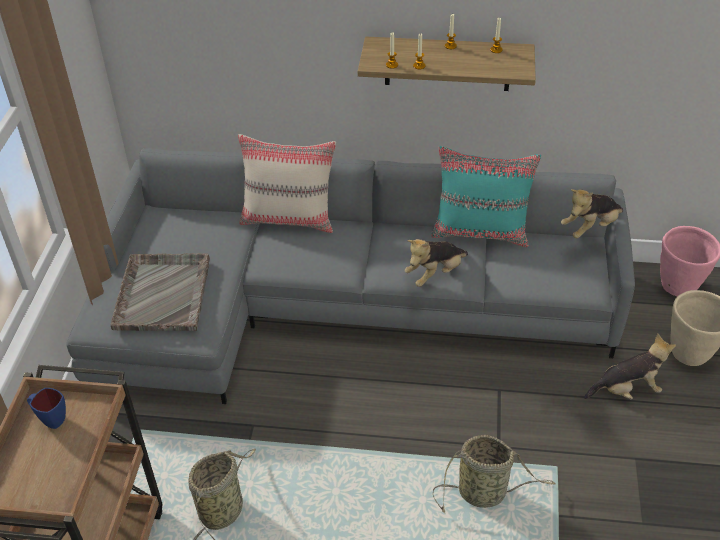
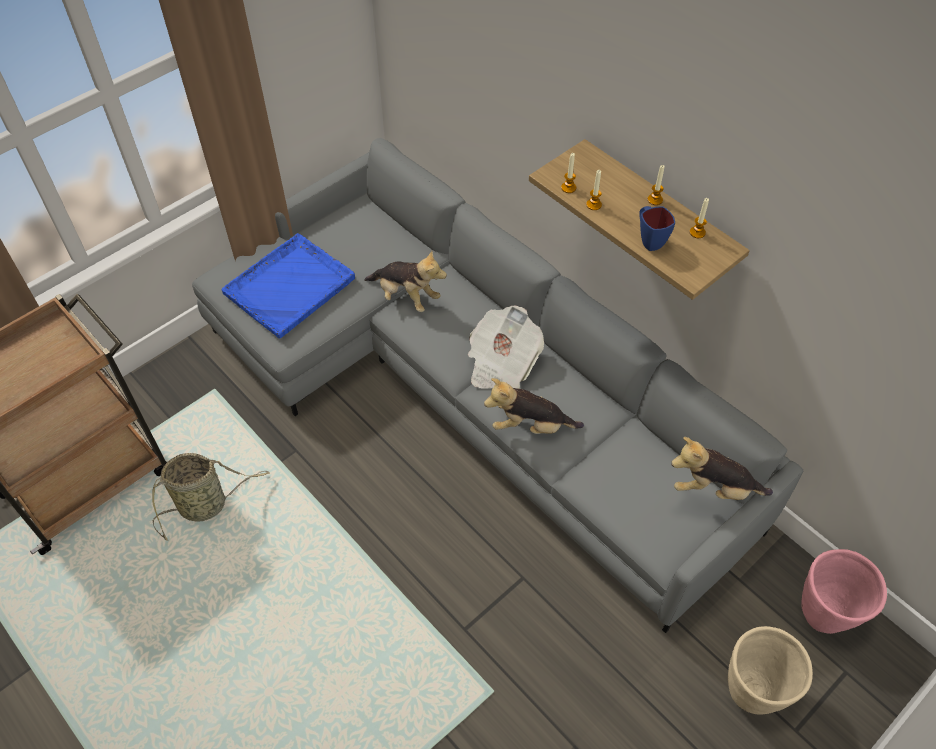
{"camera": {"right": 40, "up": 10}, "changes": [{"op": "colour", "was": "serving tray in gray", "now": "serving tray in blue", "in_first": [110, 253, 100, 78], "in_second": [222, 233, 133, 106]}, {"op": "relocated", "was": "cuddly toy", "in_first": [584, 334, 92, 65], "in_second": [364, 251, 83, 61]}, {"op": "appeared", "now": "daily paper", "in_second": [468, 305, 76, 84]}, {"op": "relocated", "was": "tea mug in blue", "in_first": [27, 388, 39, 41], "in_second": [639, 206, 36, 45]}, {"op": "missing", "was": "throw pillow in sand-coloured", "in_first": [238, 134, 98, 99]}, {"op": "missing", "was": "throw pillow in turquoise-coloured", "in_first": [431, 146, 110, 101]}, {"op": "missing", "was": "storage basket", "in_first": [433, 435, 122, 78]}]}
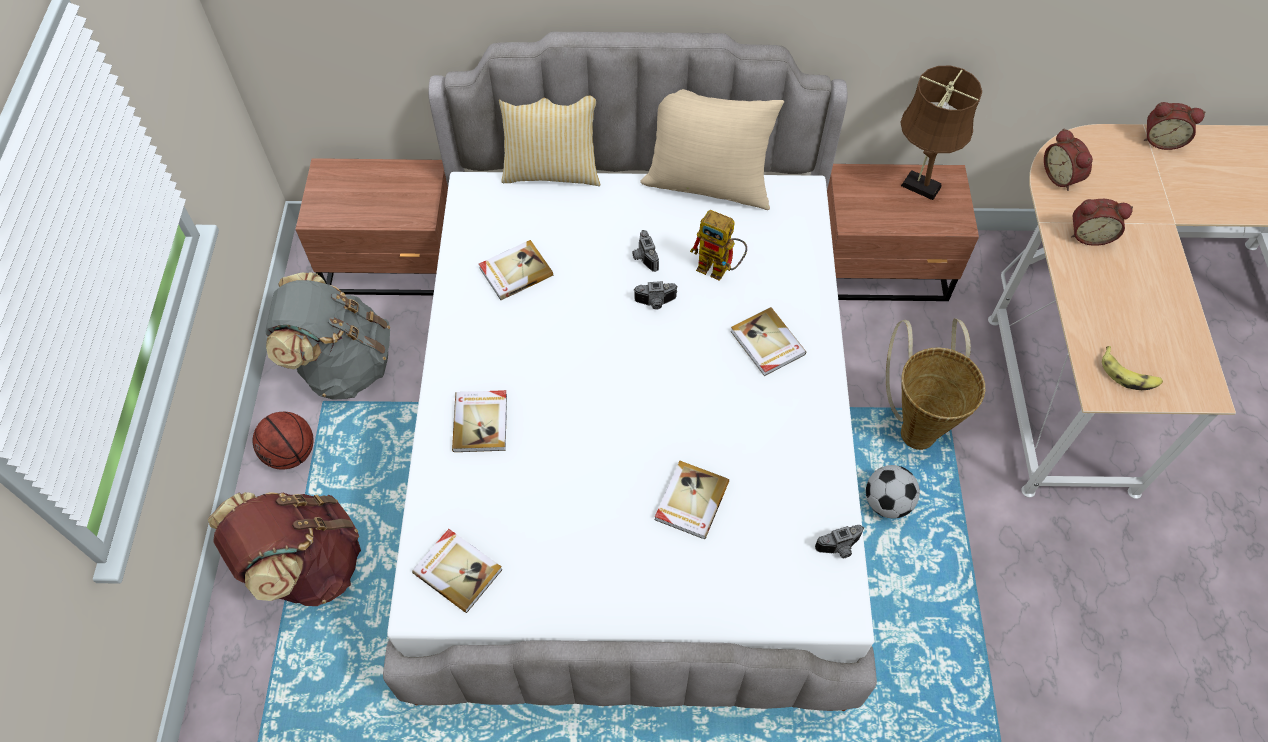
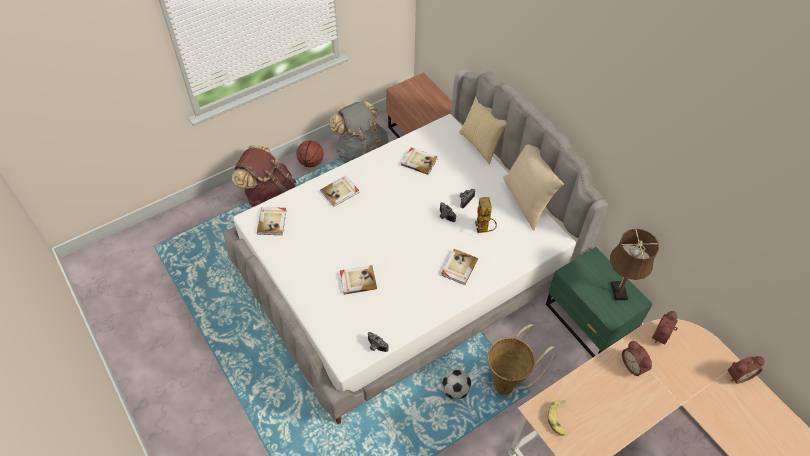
{"camera": {"right": 55, "up": -5}, "changes": [{"op": "colour", "was": "nightstand in brown-coloured", "now": "nightstand in green-coloured", "in_first": [827, 164, 152, 137], "in_second": [546, 247, 107, 110]}, {"op": "spun", "was": "alarm clock", "in_first": [1143, 102, 62, 48], "in_second": [728, 356, 36, 27], "clockwise": -90}]}
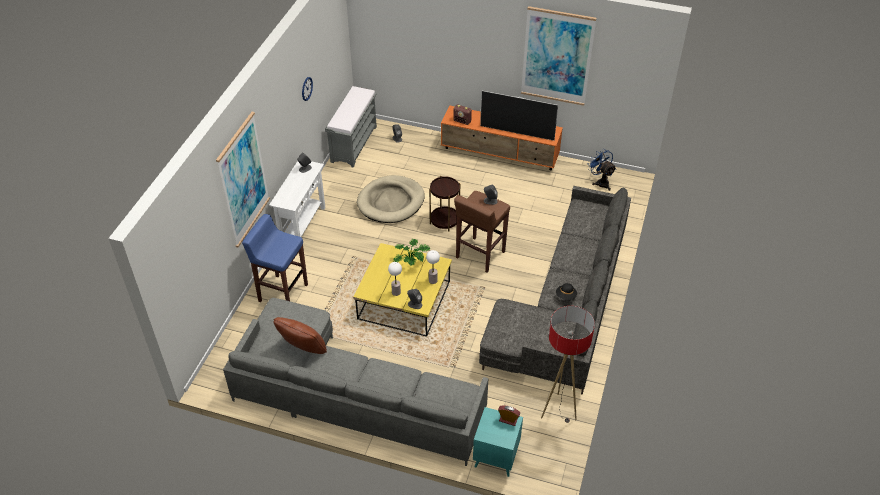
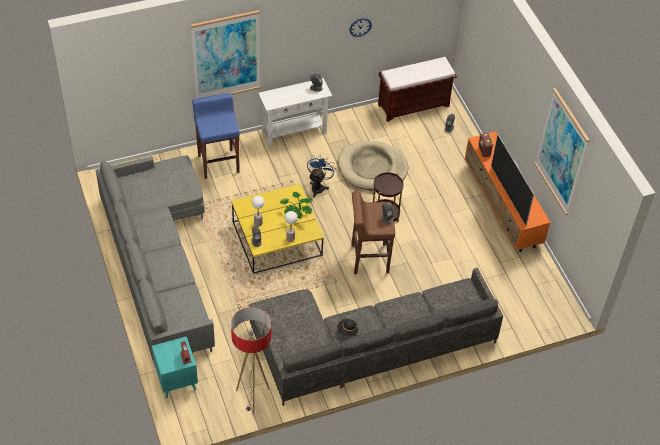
{"camera": {"right": 50, "up": 5}, "changes": [{"op": "relocated", "was": "fan in blue", "in_first": [587, 148, 29, 43], "in_second": [307, 155, 29, 43]}, {"op": "colour", "was": "indoor bench in gray", "now": "indoor bench in brown-coloured", "in_first": [325, 86, 52, 82], "in_second": [378, 57, 79, 65]}, {"op": "missing", "was": "throw pillow in brown-coloured", "in_first": [273, 317, 54, 37]}]}
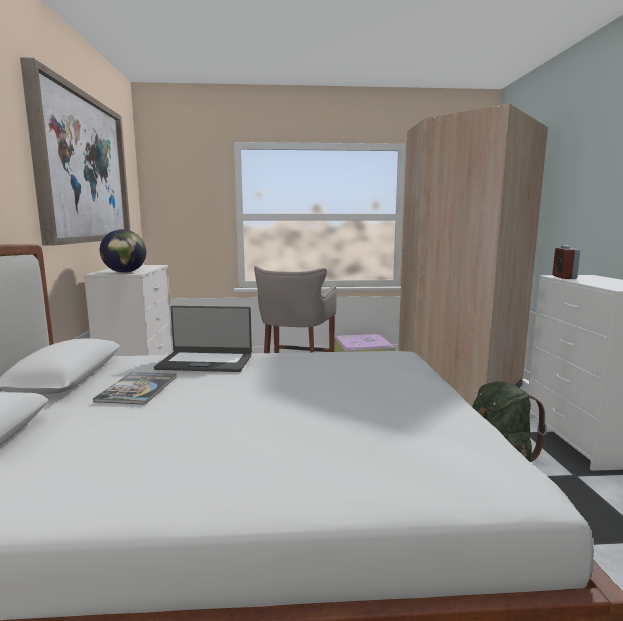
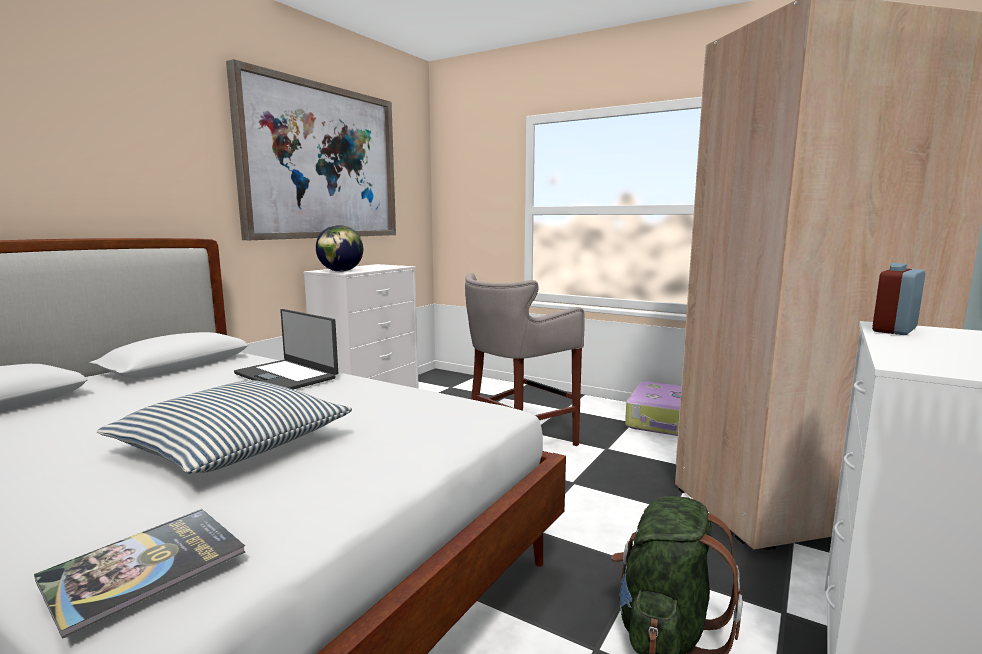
{"camera": {"right": 35, "up": 0}, "changes": [{"op": "relocated", "was": "bound book", "in_first": [93, 372, 83, 33], "in_second": [34, 509, 212, 130]}, {"op": "appeared", "now": "throw pillow", "in_second": [97, 380, 255, 94]}]}
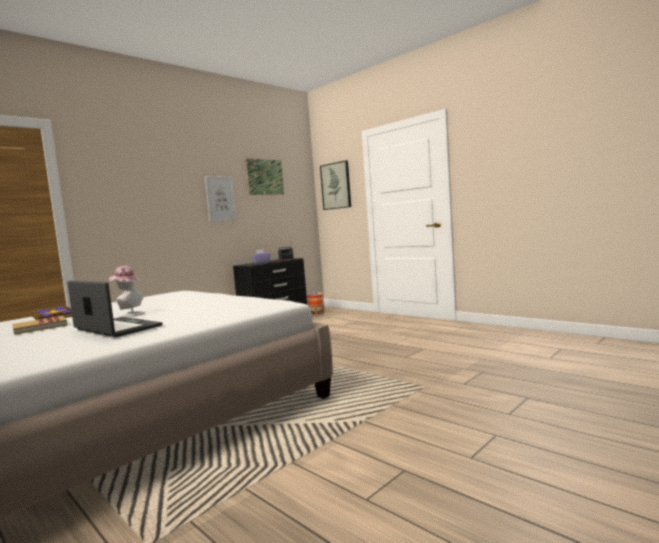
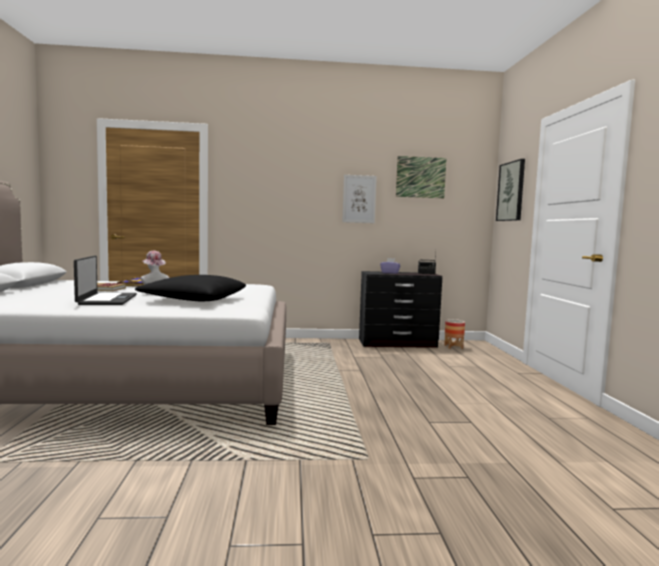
{"camera": {"right": 40, "up": 0}, "changes": [{"op": "appeared", "now": "throw pillow in black", "in_second": [135, 275, 111, 26]}]}
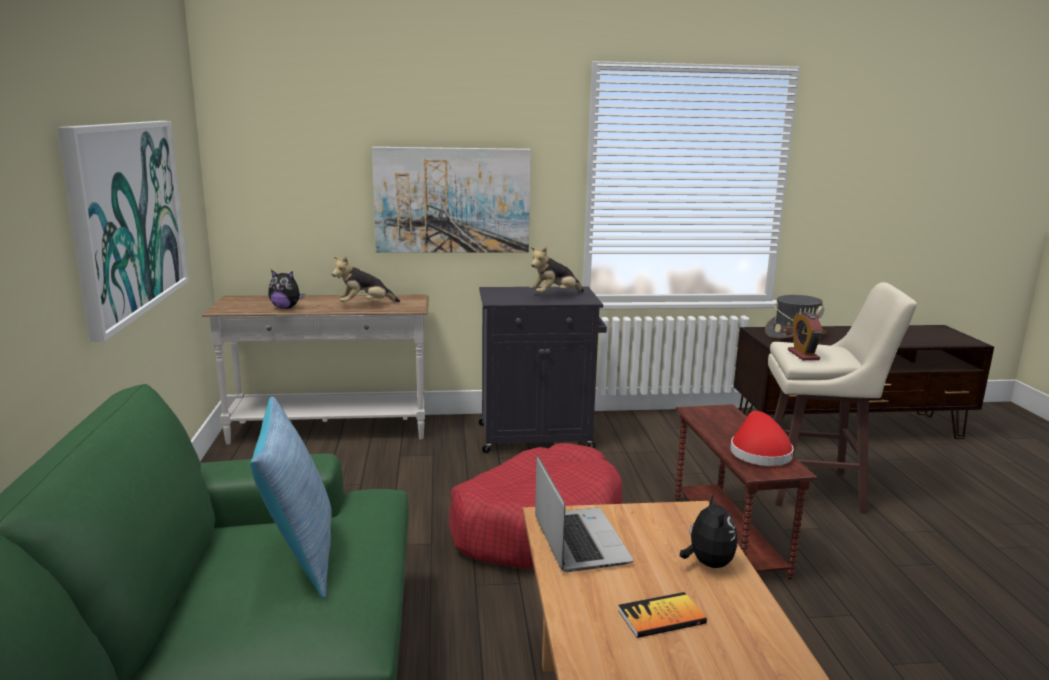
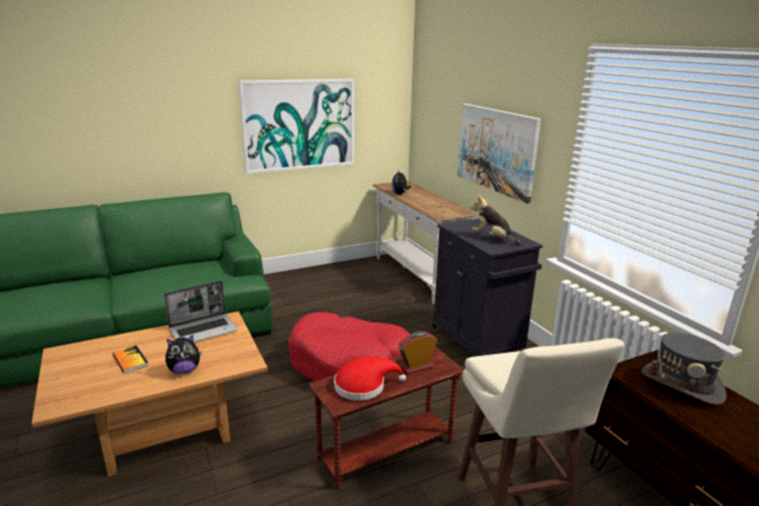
{"camera": {"right": 70, "up": 5}, "changes": [{"op": "relocated", "was": "alarm clock", "in_first": [788, 312, 35, 48], "in_second": [398, 331, 39, 43]}, {"op": "missing", "was": "throw pillow", "in_first": [250, 397, 82, 203]}, {"op": "missing", "was": "cuddly toy", "in_first": [332, 257, 68, 45]}]}
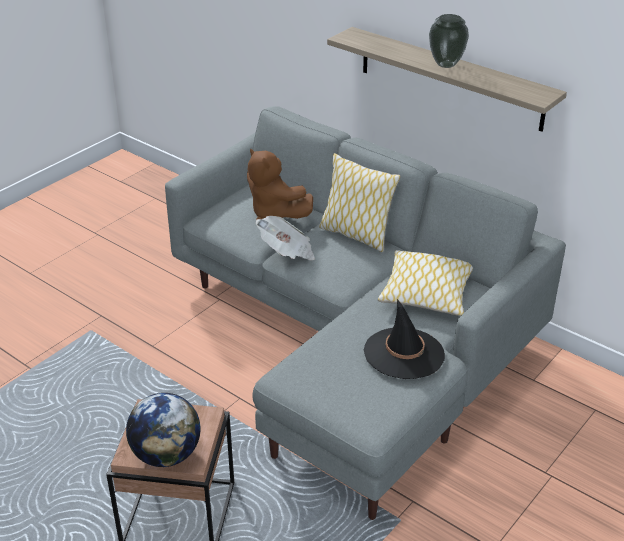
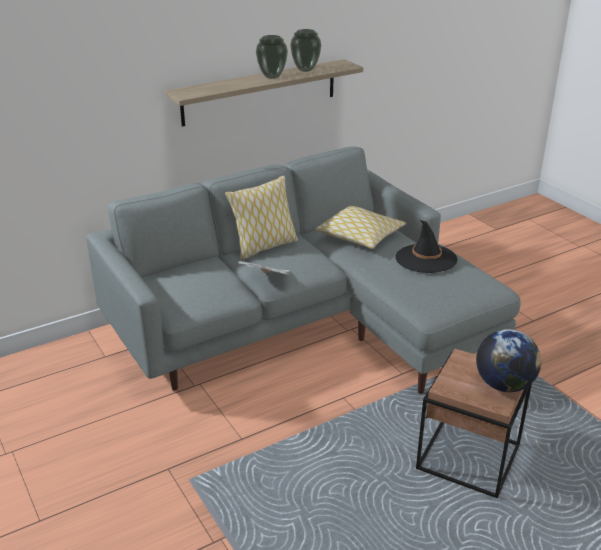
{"camera": {"right": -70, "up": -5}, "changes": [{"op": "appeared", "now": "decorative vase", "in_second": [290, 29, 31, 43]}, {"op": "missing", "was": "cuddly toy in brown-coloured", "in_first": [247, 148, 66, 72]}]}
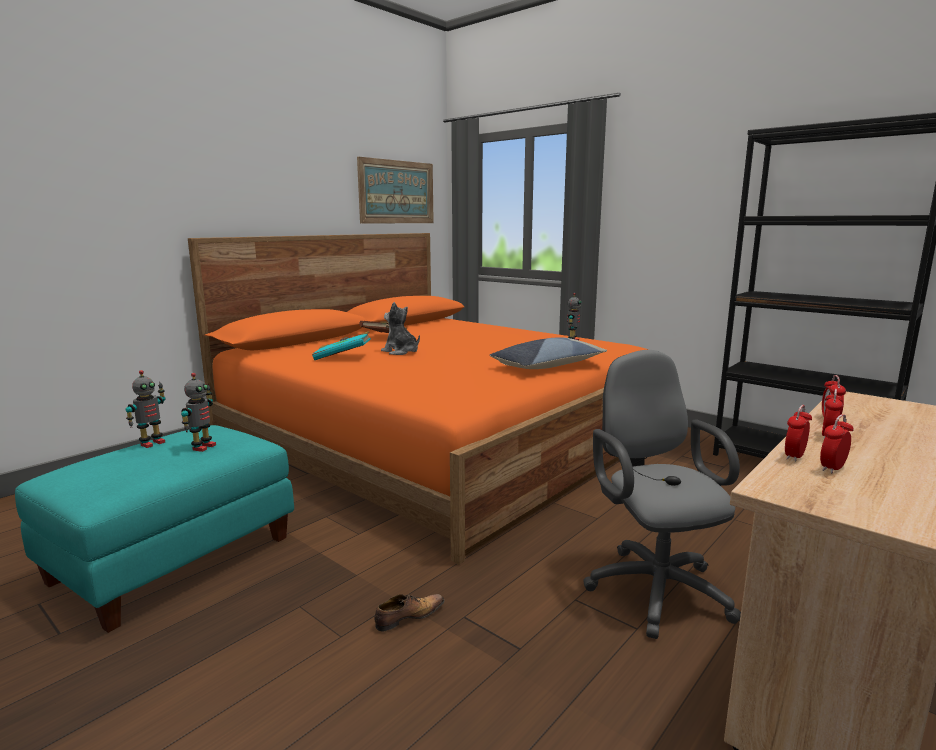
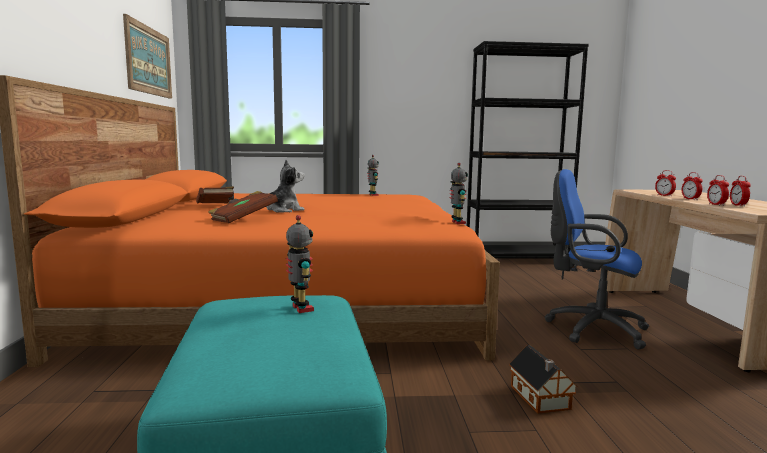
{"camera": {"right": -45, "up": -5}, "changes": [{"op": "colour", "was": "bound book in turquoise-coloured", "now": "bound book in brown-coloured", "in_first": [312, 332, 59, 28], "in_second": [208, 191, 70, 32]}, {"op": "spun", "was": "cuddly toy", "in_first": [381, 302, 39, 53], "in_second": [266, 160, 39, 53], "clockwise": 150}, {"op": "relocated", "was": "robot figure", "in_first": [126, 370, 39, 78], "in_second": [449, 163, 19, 61]}, {"op": "exchanged", "was": "item of footwear", "now": "miniature house", "in_first": [374, 594, 71, 37], "in_second": [509, 345, 69, 69]}, {"op": "colour", "was": "computer chair in gray", "now": "computer chair in blue", "in_first": [583, 350, 158, 289], "in_second": [545, 169, 104, 180]}, {"op": "missing", "was": "throw pillow", "in_first": [489, 337, 118, 32]}]}
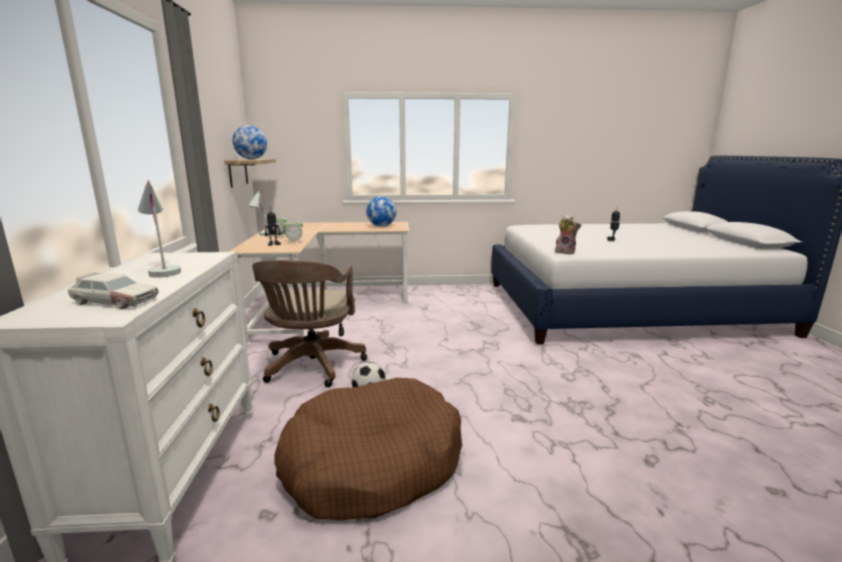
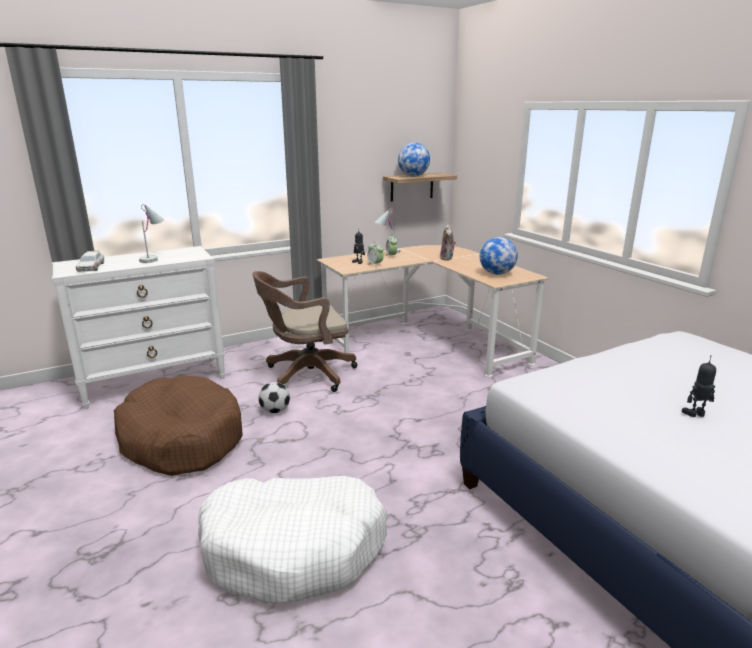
{"camera": {"right": 65, "up": 5}, "changes": [{"op": "appeared", "now": "dog bed in whitish", "in_second": [198, 476, 189, 127]}, {"op": "relocated", "was": "cuddly toy", "in_first": [555, 215, 26, 39], "in_second": [440, 224, 16, 36]}]}
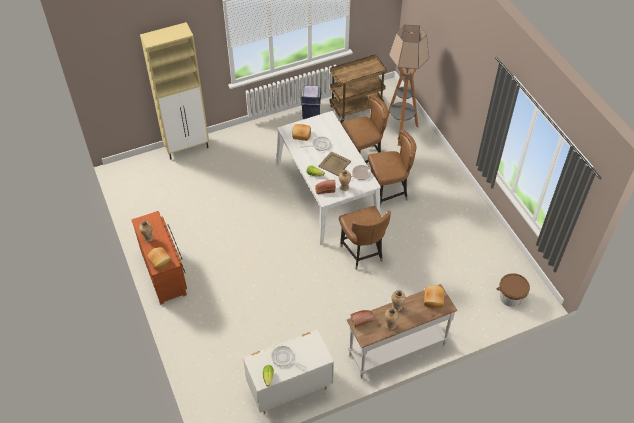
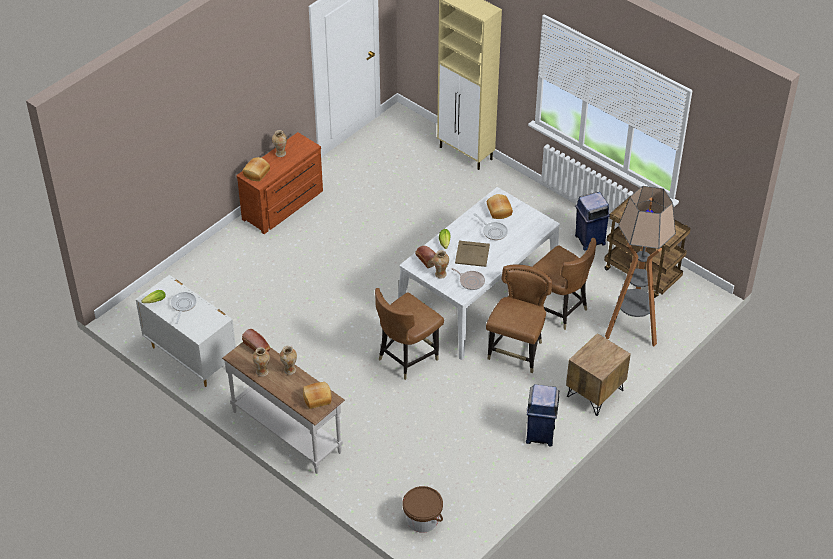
{"camera": {"right": 65, "up": -5}, "changes": [{"op": "spun", "was": "chair in brown-coloured", "in_first": [368, 130, 48, 78], "in_second": [486, 265, 66, 108], "clockwise": -120}, {"op": "appeared", "now": "rubbish bin in blue", "in_second": [526, 384, 33, 63]}, {"op": "appeared", "now": "nightstand in brown-coloured", "in_second": [566, 333, 65, 83]}]}
